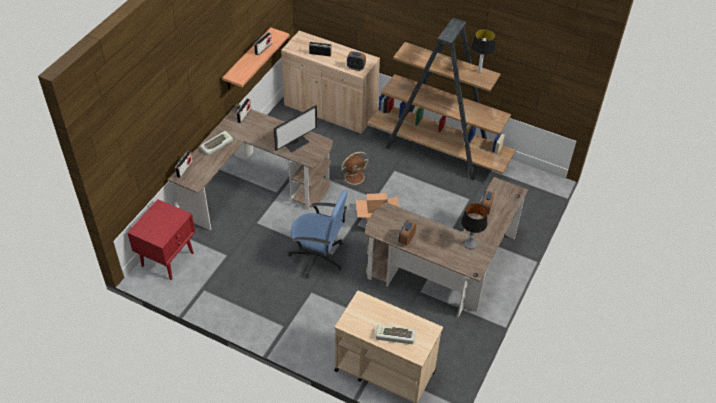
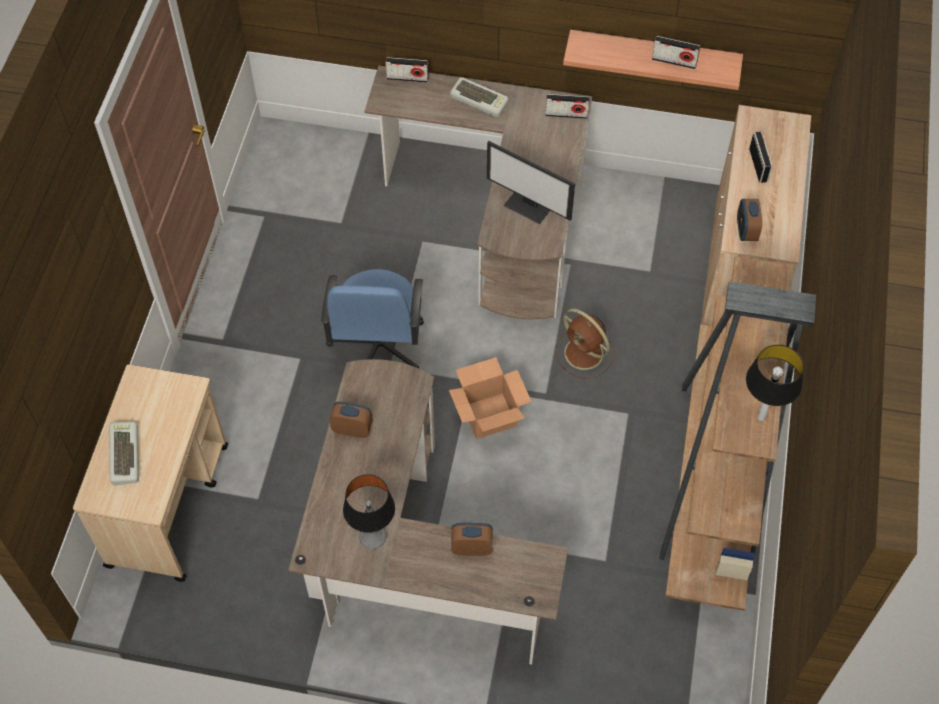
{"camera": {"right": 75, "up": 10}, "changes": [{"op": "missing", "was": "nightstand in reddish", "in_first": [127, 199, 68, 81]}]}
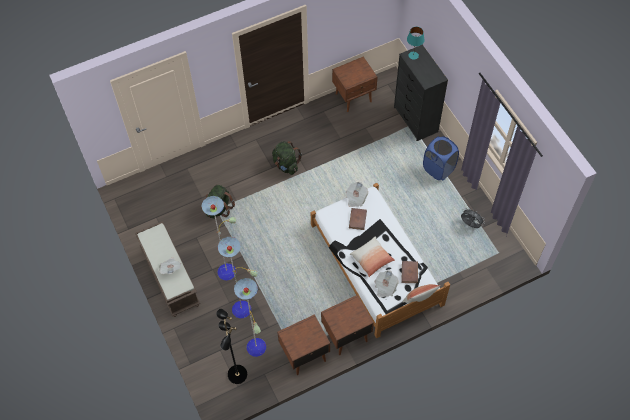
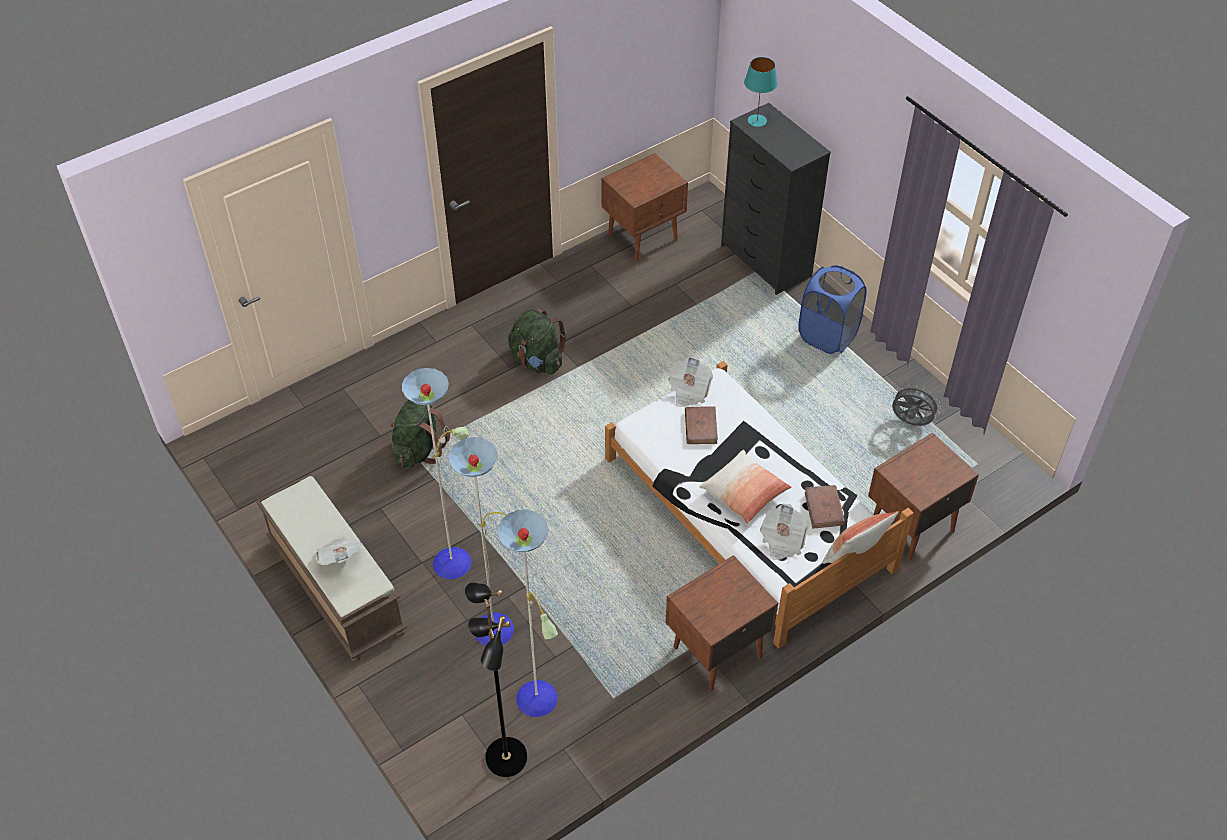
{"camera": {"right": -10, "up": -10}, "changes": [{"op": "relocated", "was": "nightstand in brown-coloured", "in_first": [277, 314, 53, 61], "in_second": [868, 433, 111, 127]}]}
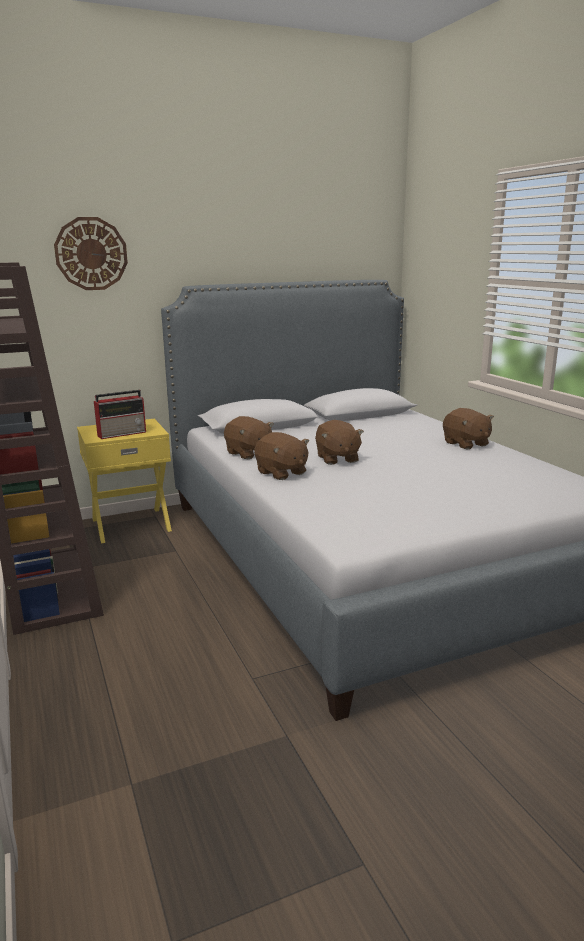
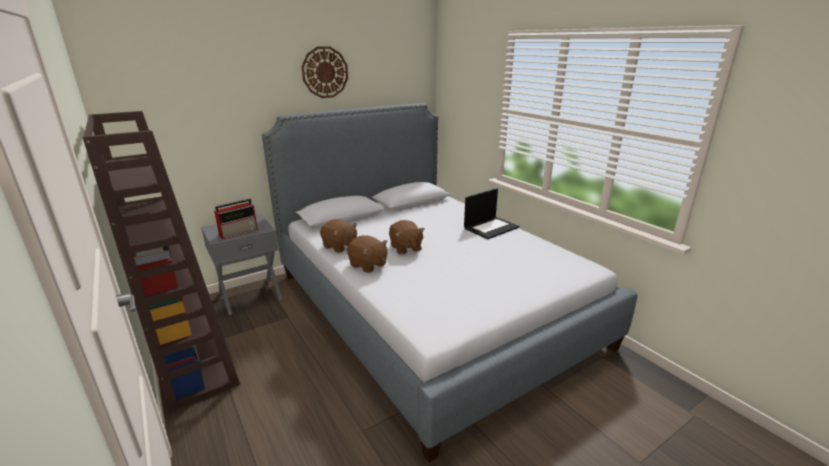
{"camera": {"right": -10, "up": 5}, "changes": [{"op": "colour", "was": "nightstand in yellow", "now": "nightstand in gray", "in_first": [77, 419, 95, 124], "in_second": [201, 215, 81, 100]}, {"op": "relocated", "was": "hanging clock", "in_first": [54, 217, 74, 73], "in_second": [302, 46, 46, 52]}, {"op": "exchanged", "was": "cuddly toy in brown-coloured", "now": "laptop", "in_first": [443, 408, 51, 42], "in_second": [464, 188, 55, 51]}]}
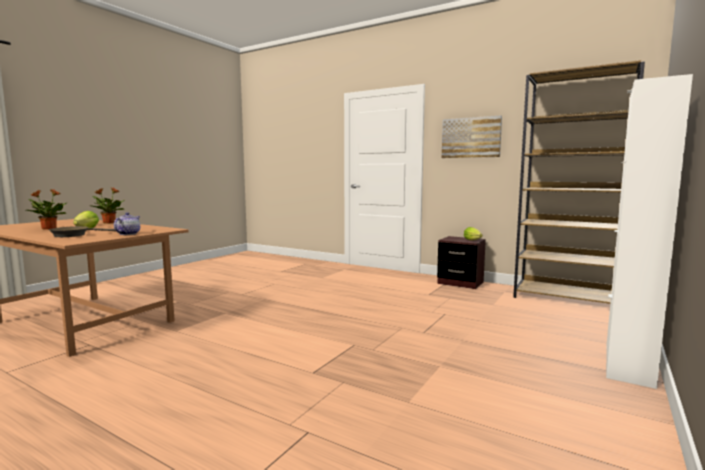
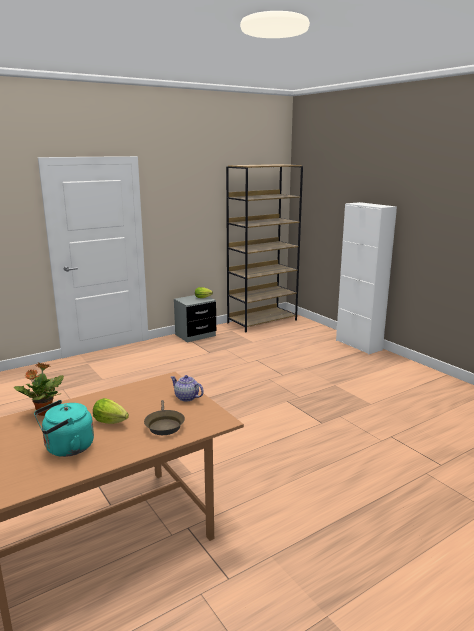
{"camera": {"right": -65, "up": 10}, "changes": [{"op": "exchanged", "was": "potted plant", "now": "tea kettle in turquoise-coloured", "in_first": [26, 189, 40, 41], "in_second": [34, 400, 60, 57]}, {"op": "colour", "was": "nightstand in brown-coloured", "now": "nightstand in gray", "in_first": [437, 236, 49, 53], "in_second": [174, 295, 42, 47]}, {"op": "missing", "was": "picture", "in_first": [442, 115, 60, 43]}]}
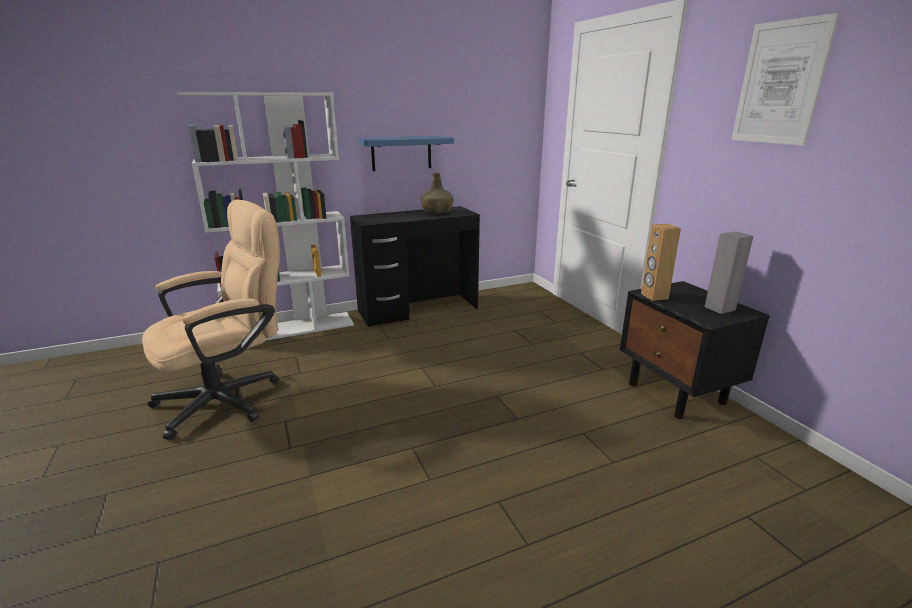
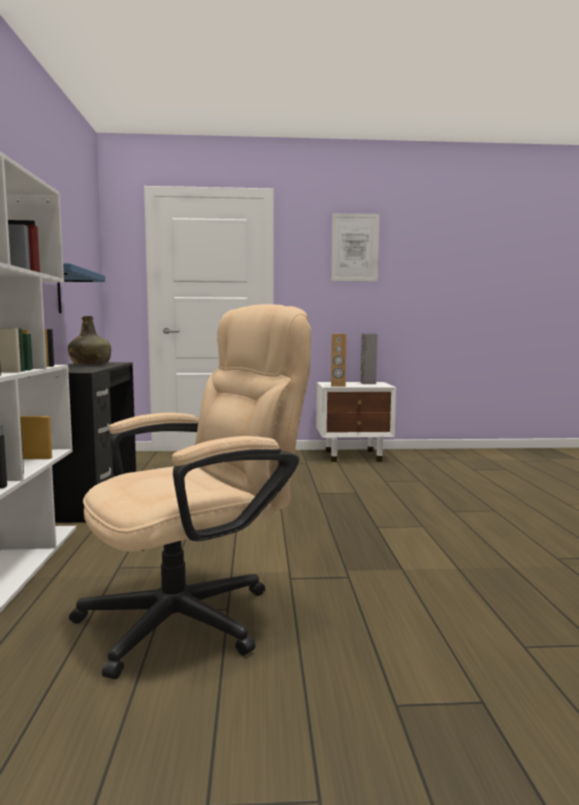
{"camera": {"right": -70, "up": -15}, "changes": [{"op": "spun", "was": "computer chair in sand-coloured", "in_first": [142, 199, 138, 241], "in_second": [69, 304, 242, 375], "clockwise": 75}, {"op": "colour", "was": "nightstand in black", "now": "nightstand in whitish", "in_first": [620, 281, 150, 138], "in_second": [316, 382, 80, 80]}]}
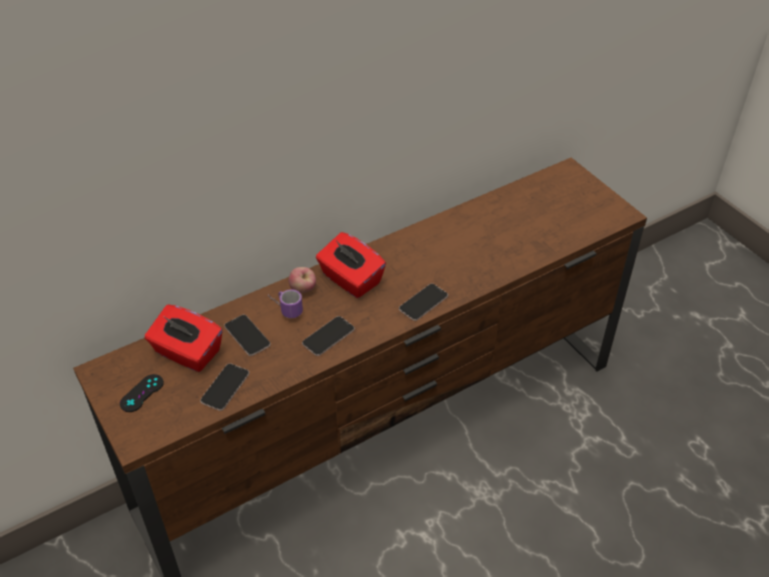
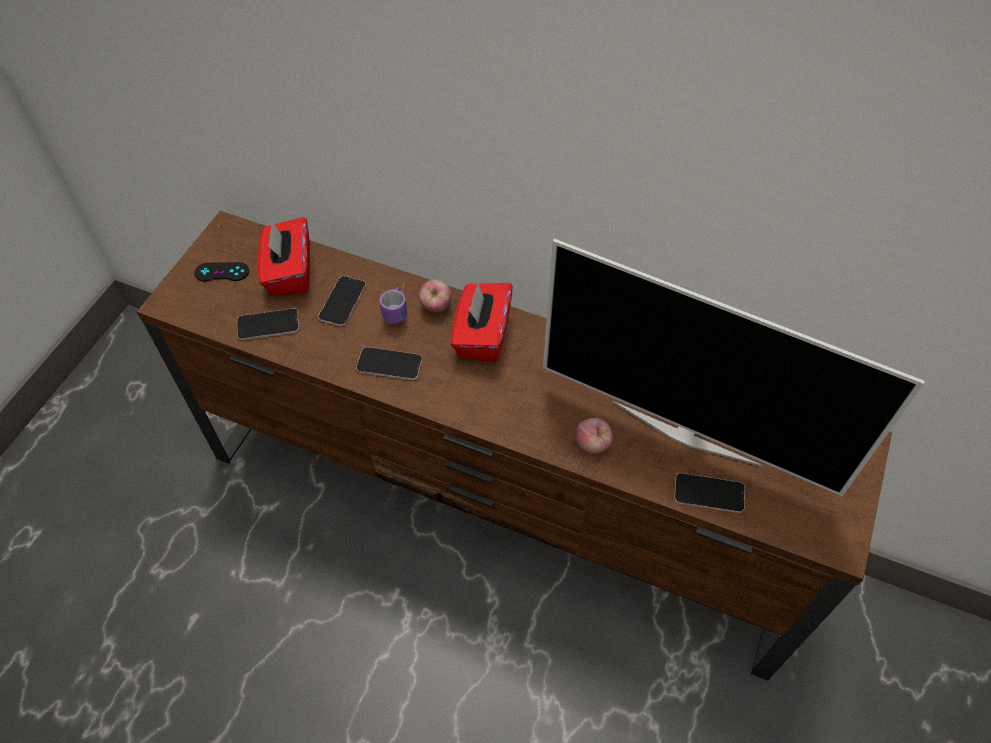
{"camera": {"right": 55, "up": 10}, "changes": [{"op": "appeared", "now": "TV set", "in_second": [543, 239, 382, 257]}, {"op": "appeared", "now": "whole apple", "in_second": [575, 418, 38, 36]}, {"op": "relocated", "was": "phone", "in_first": [399, 284, 49, 37], "in_second": [674, 473, 71, 40]}]}
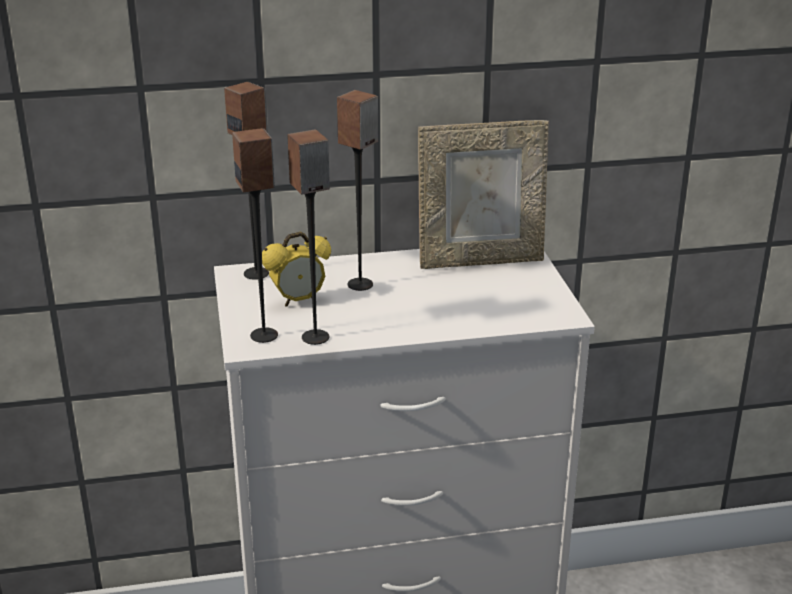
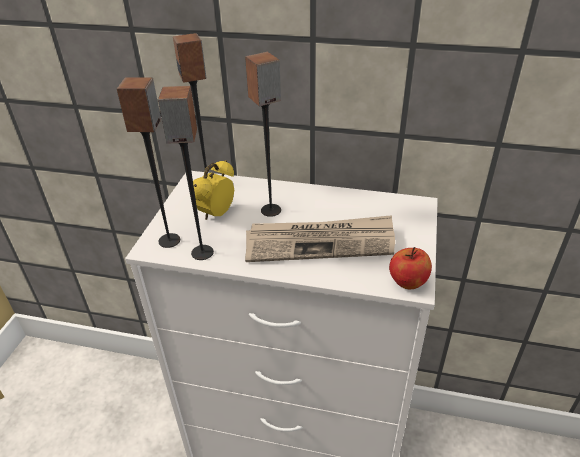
{"camera": {"right": 25, "up": 10}, "changes": [{"op": "spun", "was": "alarm clock", "in_first": [262, 232, 69, 75], "in_second": [193, 160, 41, 60], "clockwise": 120}, {"op": "appeared", "now": "daily paper", "in_second": [245, 215, 150, 47]}, {"op": "appeared", "now": "whole apple", "in_second": [389, 247, 43, 42]}, {"op": "missing", "was": "photo frame", "in_first": [418, 120, 131, 149]}]}
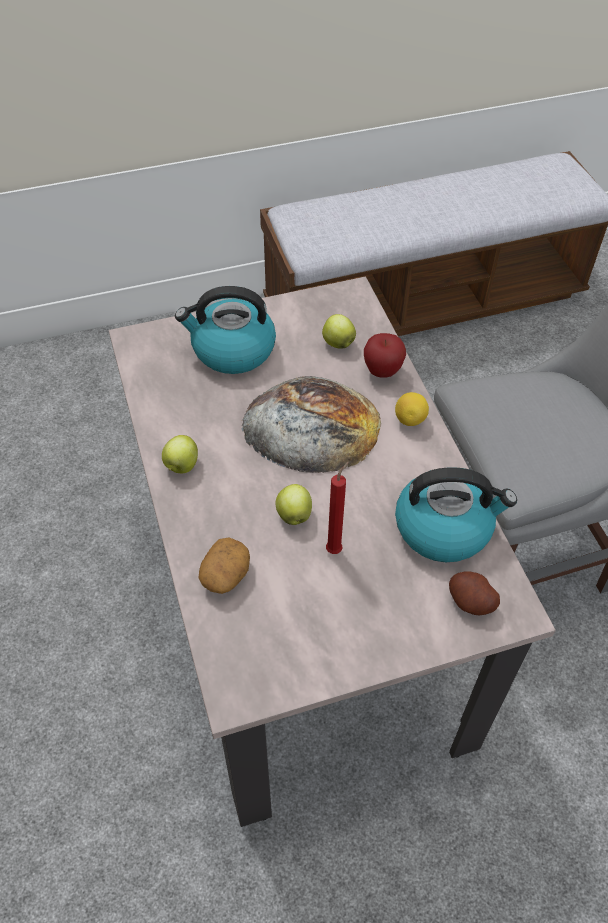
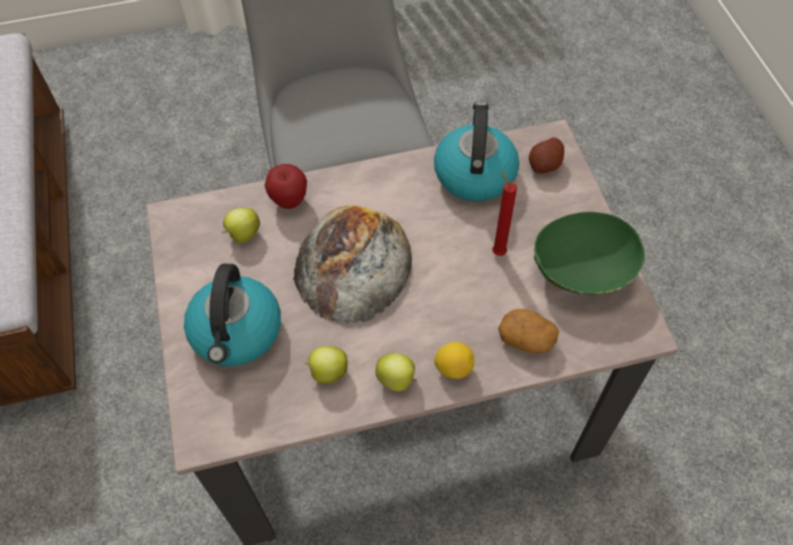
{"camera": {"right": -85, "up": 5}, "changes": [{"op": "relocated", "was": "whole apple", "in_first": [275, 484, 37, 41], "in_second": [305, 346, 43, 37]}, {"op": "relocated", "was": "lemon", "in_first": [395, 392, 34, 34], "in_second": [434, 342, 41, 37]}, {"op": "appeared", "now": "serving bowl in green-coloured", "in_second": [534, 212, 111, 83]}]}
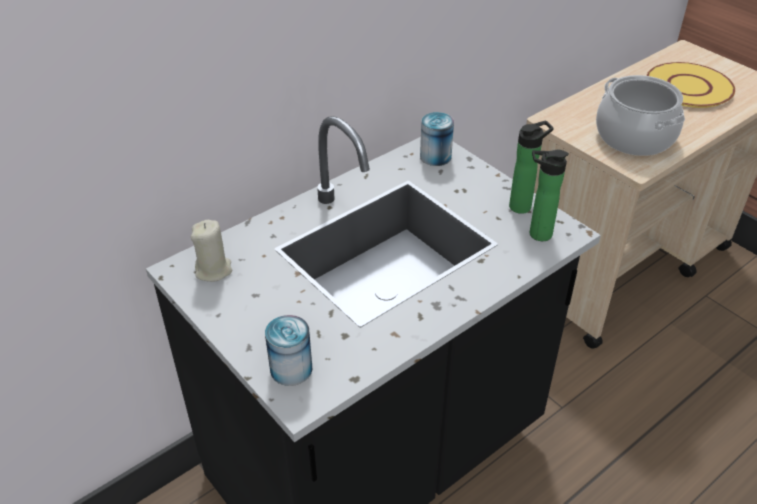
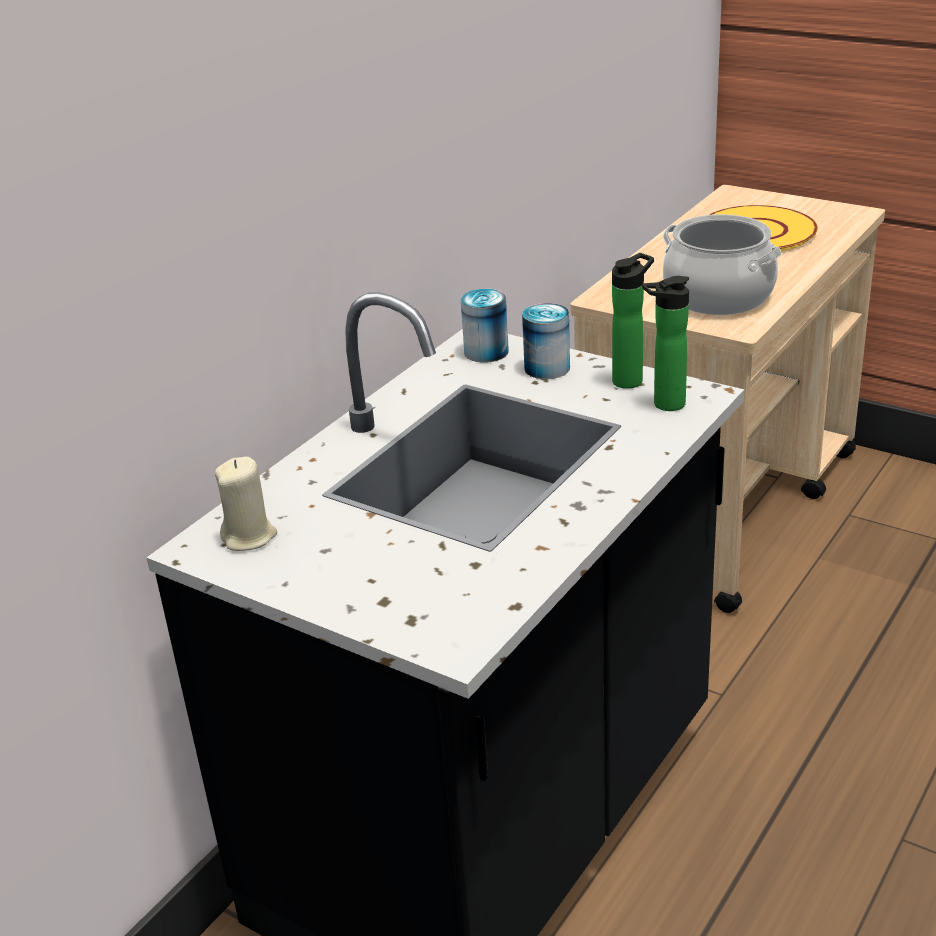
{"camera": {"right": -15, "up": -10}, "changes": [{"op": "relocated", "was": "metal can", "in_first": [265, 315, 47, 71], "in_second": [522, 303, 48, 76]}]}
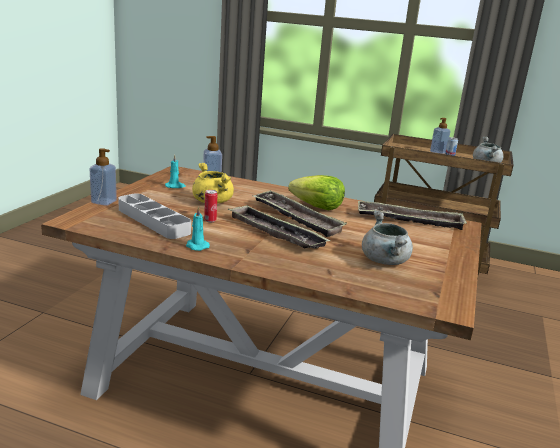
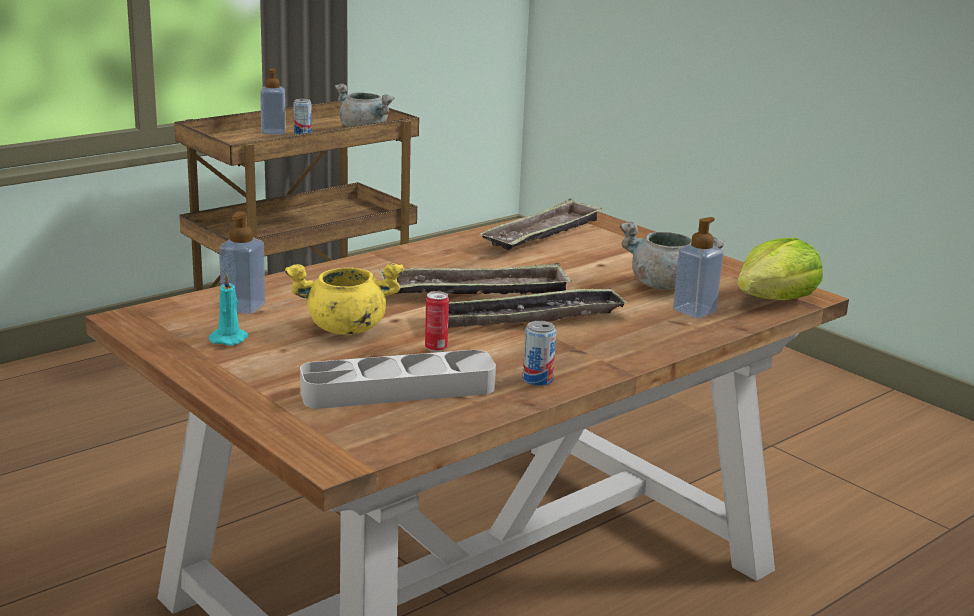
{"camera": {"right": -60, "up": 0}, "changes": [{"op": "exchanged", "was": "wax candle in turquoise-coloured", "now": "metal can", "in_first": [186, 206, 24, 45], "in_second": [523, 321, 33, 65]}, {"op": "relocated", "was": "soap bottle", "in_first": [90, 148, 27, 58], "in_second": [673, 217, 51, 101]}, {"op": "relocated", "was": "head of lettuce", "in_first": [288, 175, 57, 36], "in_second": [737, 238, 85, 62]}]}
